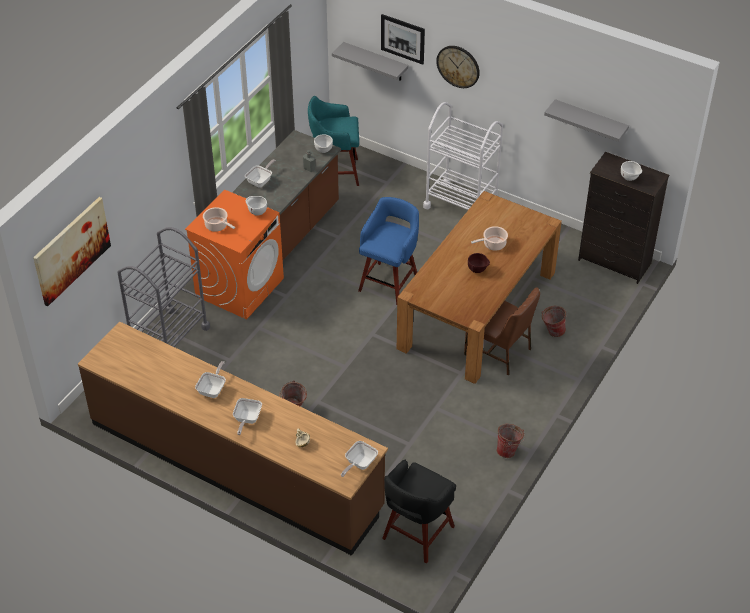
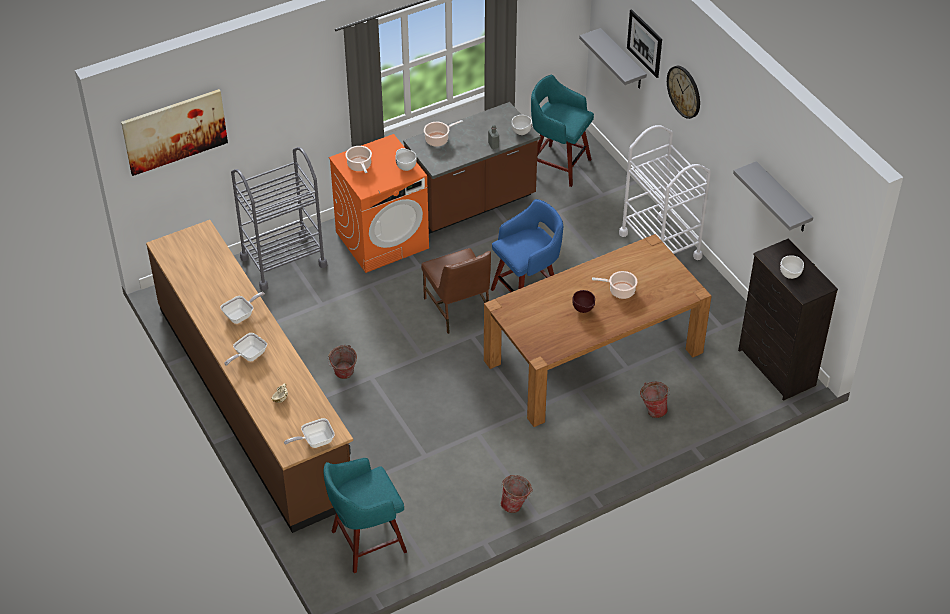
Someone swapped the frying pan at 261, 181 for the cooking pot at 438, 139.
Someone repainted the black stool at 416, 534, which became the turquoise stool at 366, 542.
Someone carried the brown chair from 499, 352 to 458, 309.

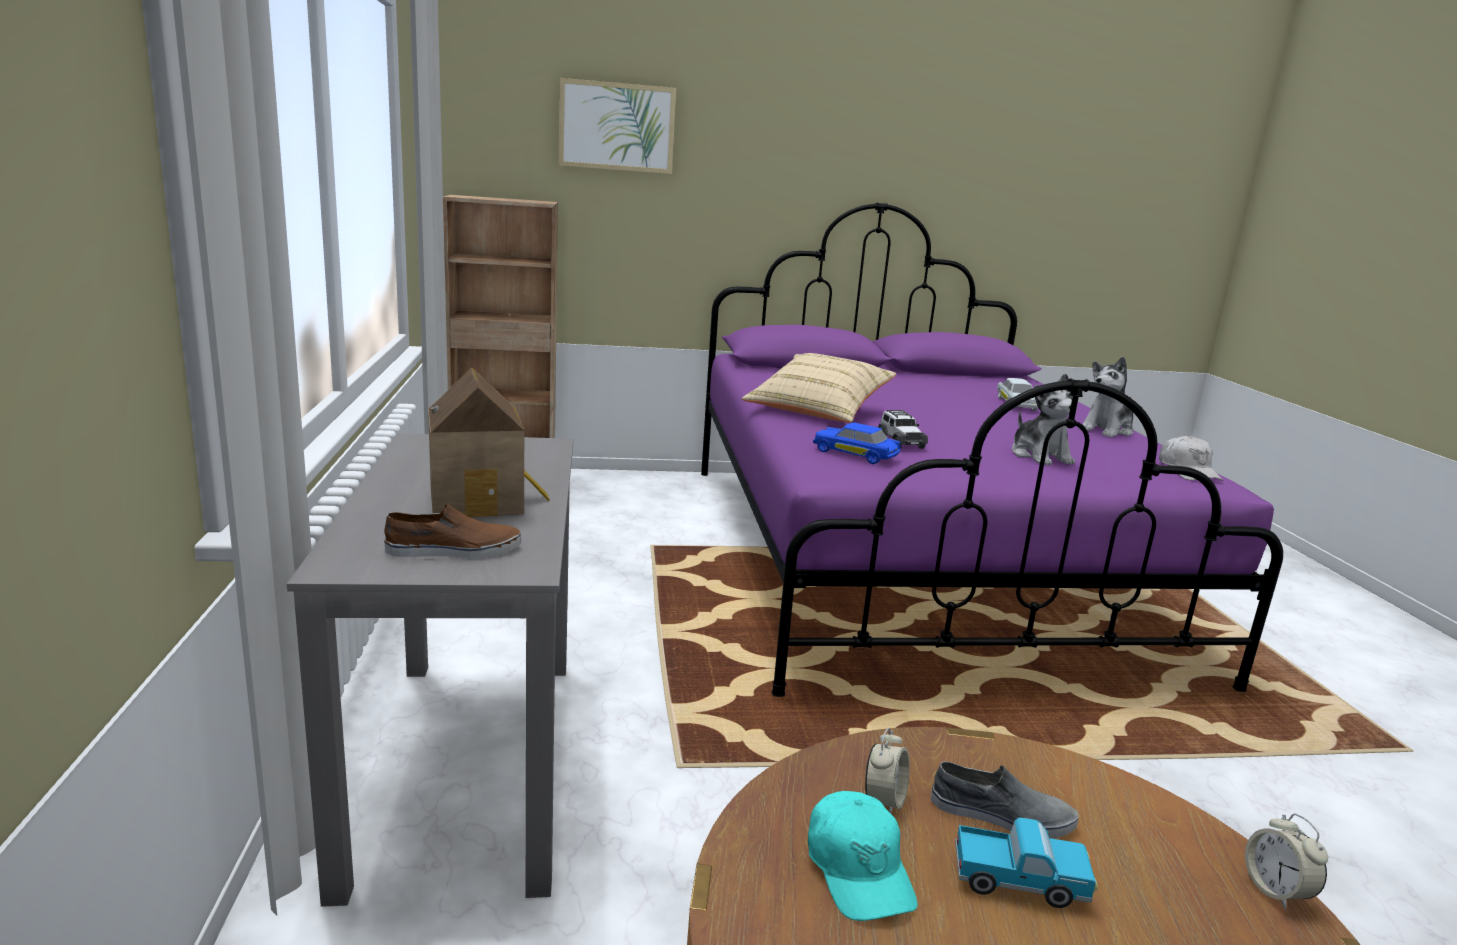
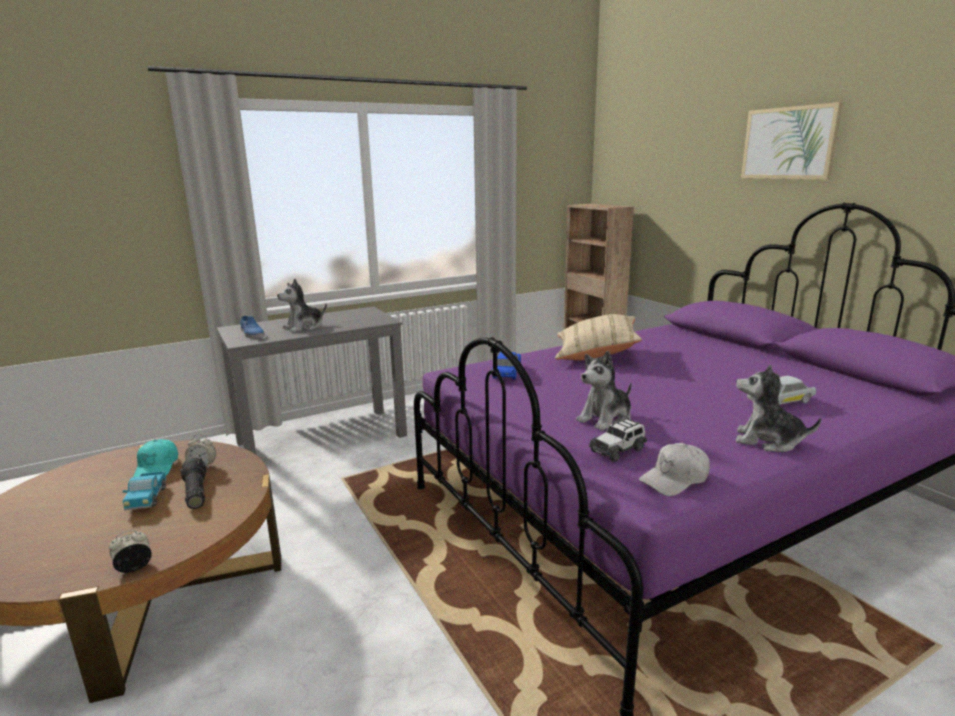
Someone repainted the brown shoe at 454, 550, which became the blue shoe at 252, 334.
Someone swapped the toy house at 482, 500 for the plush toy at 304, 327.
Someone carried the picture from 617, 127 to 789, 143.
Someone rotated the turquoise cap at 858, 869 by 60 degrees counterclockwise.
Someone carried the toy car from 900, 442 to 618, 450.
Someone swapped the grey shoe at 1001, 815 for the flashlight at 194, 492.

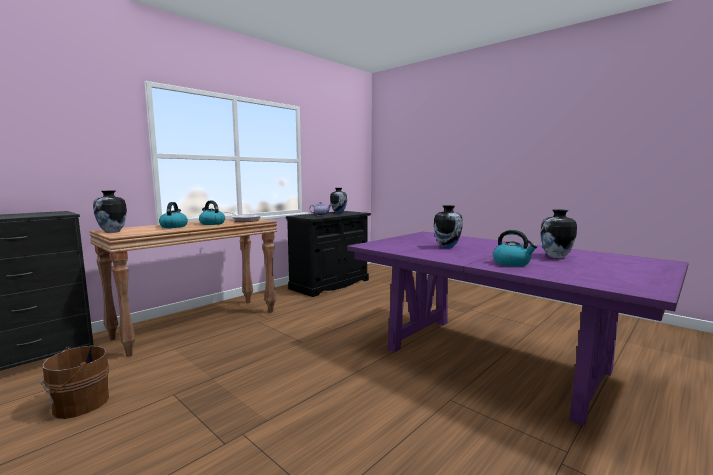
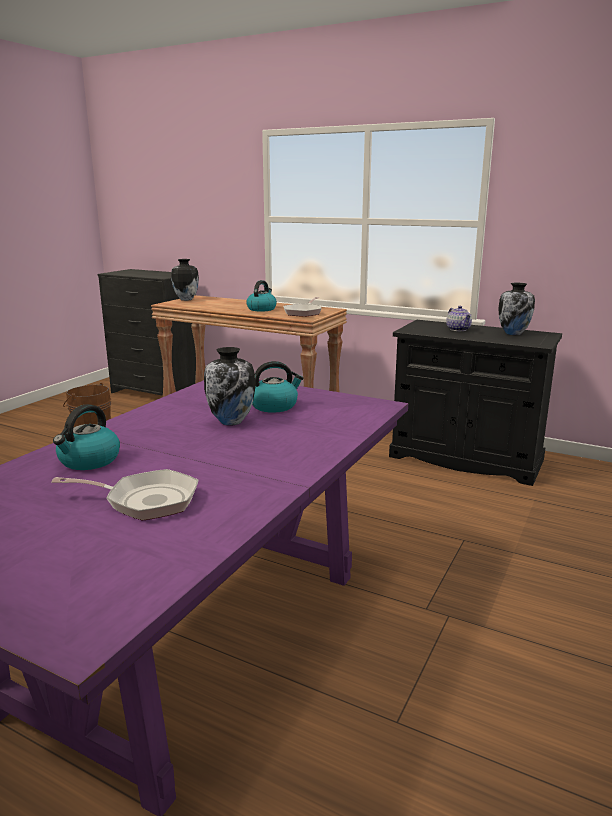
Someone carried the kettle from 174, 226 to 274, 406.
Someone swapped the vase at 555, 257 for the frying pan at 145, 501.

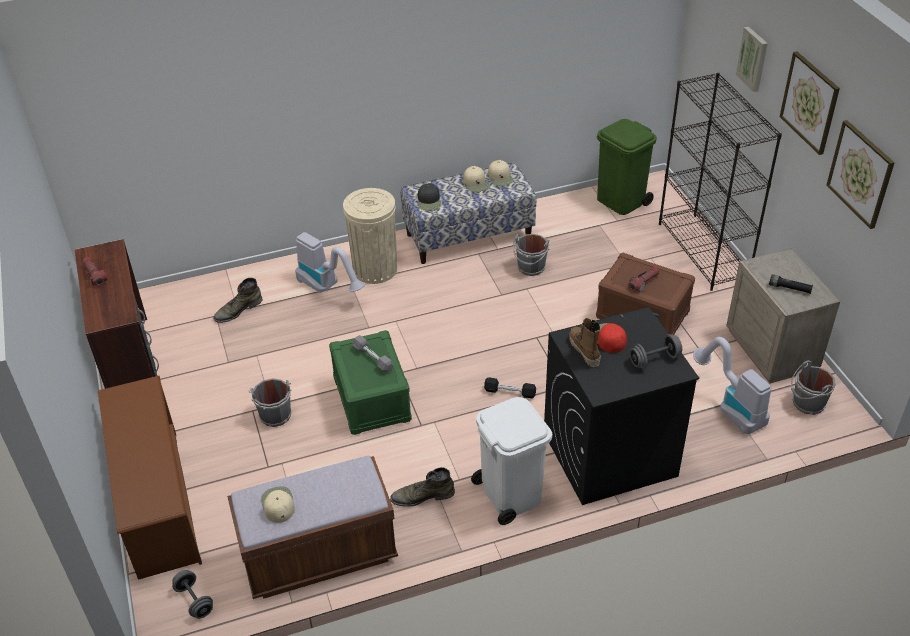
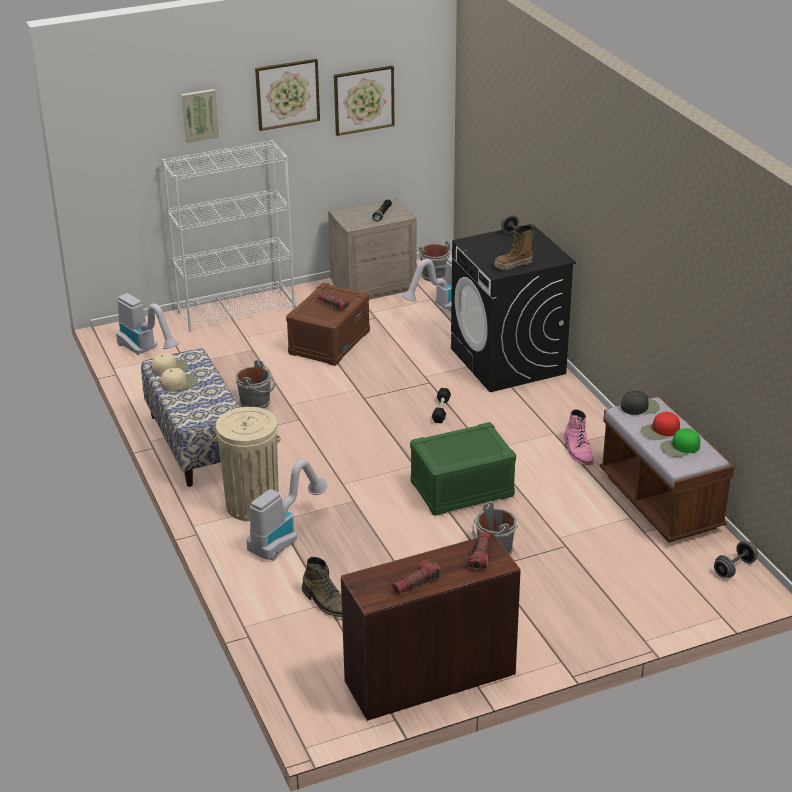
Someone took away the brown shoe rack at 157, 502.
Someone repainted the beige cap at 278, 504, which became the green cap at 680, 447.
Someone took away the grey dumbbell at 373, 358.
Someone repainted the green boot at 422, 496, which became the pink boot at 578, 451.
Someone carried the black cap from 429, 201 to 640, 407.
Someone took away the white trash can at 510, 494.
Someone swapped the green trash can at 621, 201 for the vacuum cleaner at 147, 351.
Someone carried the red cap from 608, 338 to 660, 431.
Someone repainted the black bookcase at 703, 251, which became the white bookcase at 237, 310.
Someone put down the flashlight at 480, 556.

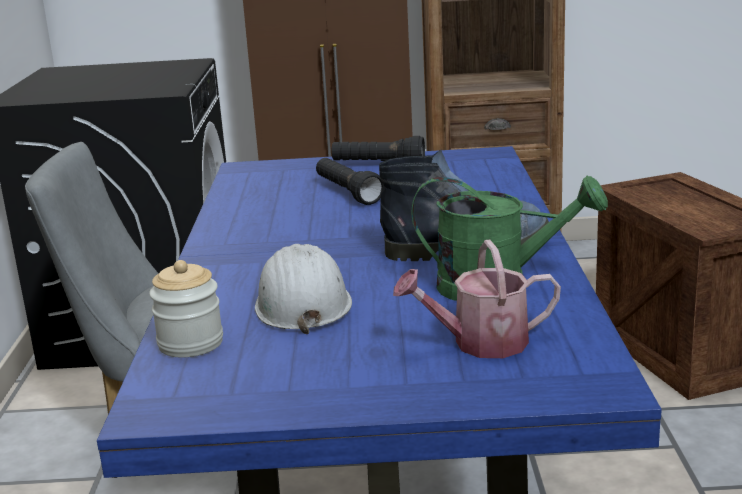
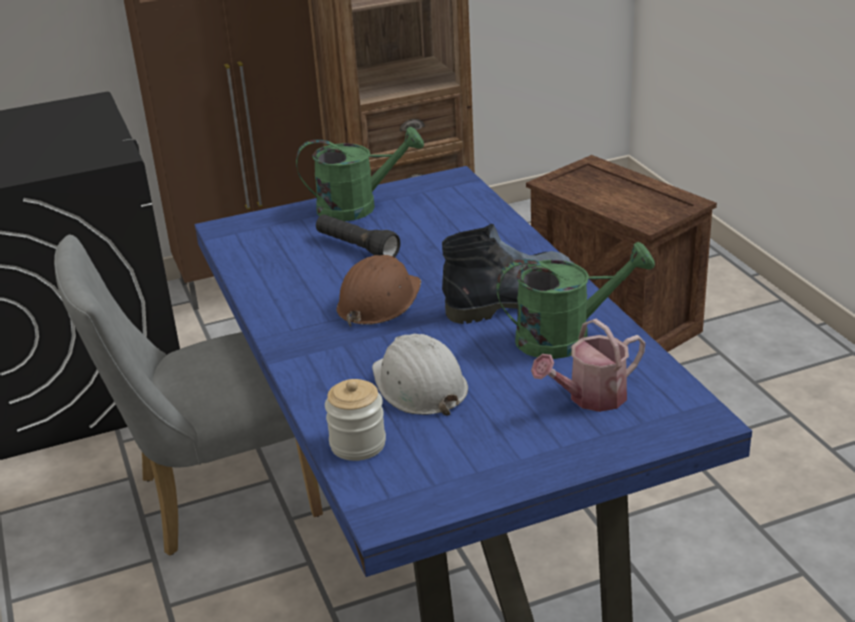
Someone swapped the black flashlight at 378, 165 for the green watering can at 358, 207.
Someone put down the brown hard hat at 378, 301.

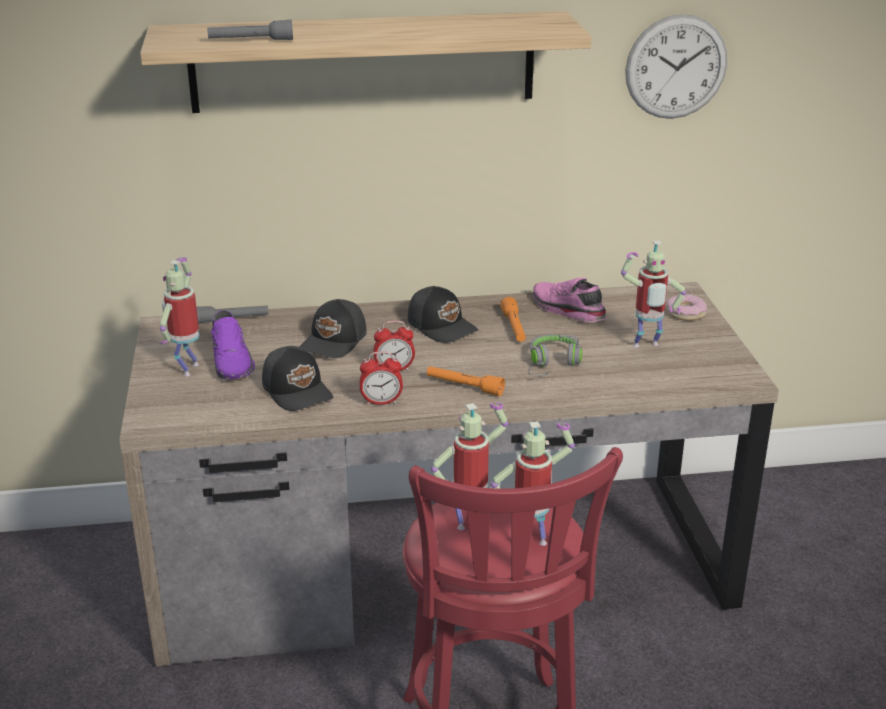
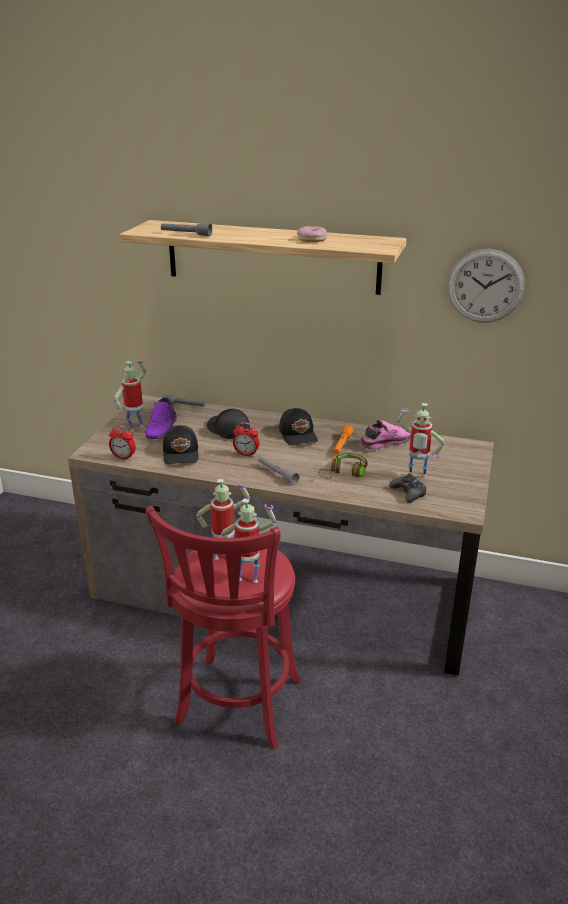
Someone rotated the black cap at 335, 341 by 90 degrees clockwise.
Someone carried the alarm clock from 381, 402 to 123, 457.
Someone repainted the orange flashlight at 464, 387, which became the grey flashlight at 277, 474.
Someone repainted the grey headphones at 552, 364, which became the brown headphones at 344, 473.
Someone rotated the pink shoe at 566, 311 by 75 degrees clockwise.
Someone carried the donut from 685, 313 to 312, 239.
Someone put down the black game controller at 408, 493.

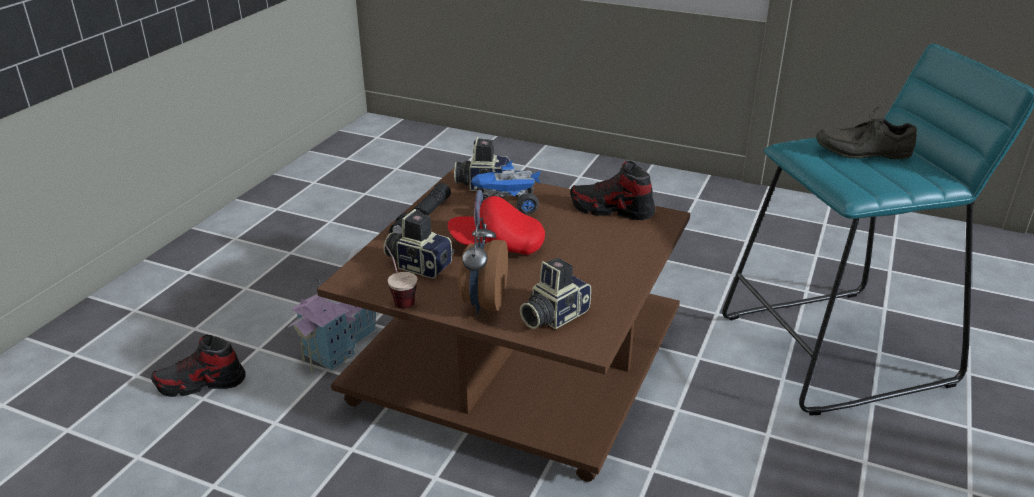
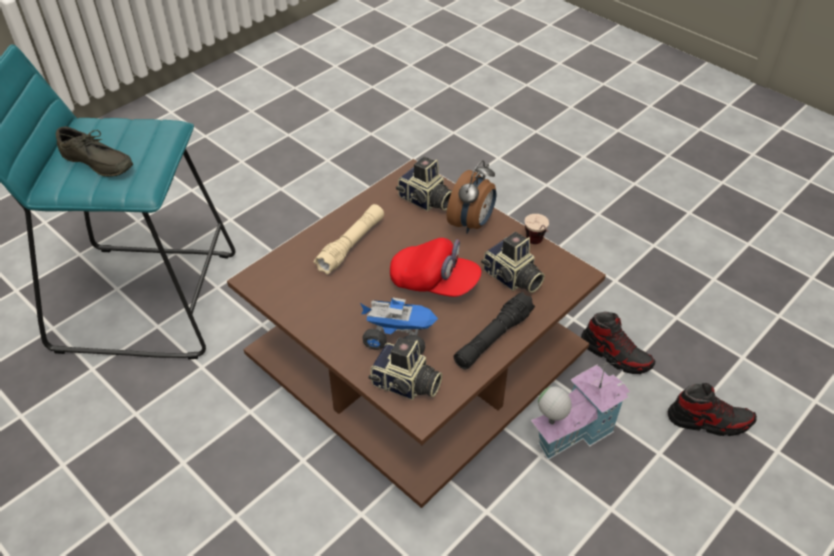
Someone rotated the photo camera at 552, 315 by 60 degrees clockwise.
Someone carried the shoe from 611, 210 to 615, 354.
Someone put down the beige flashlight at 351, 245.

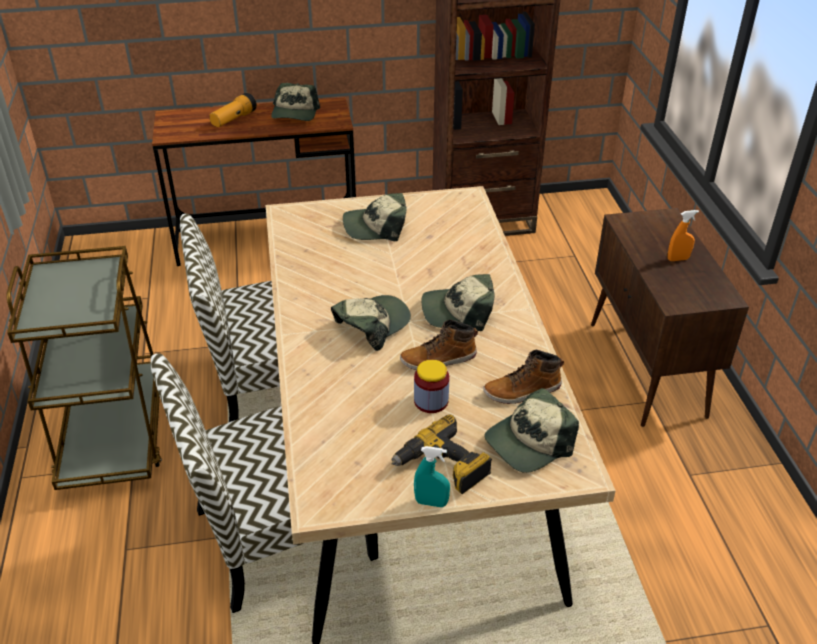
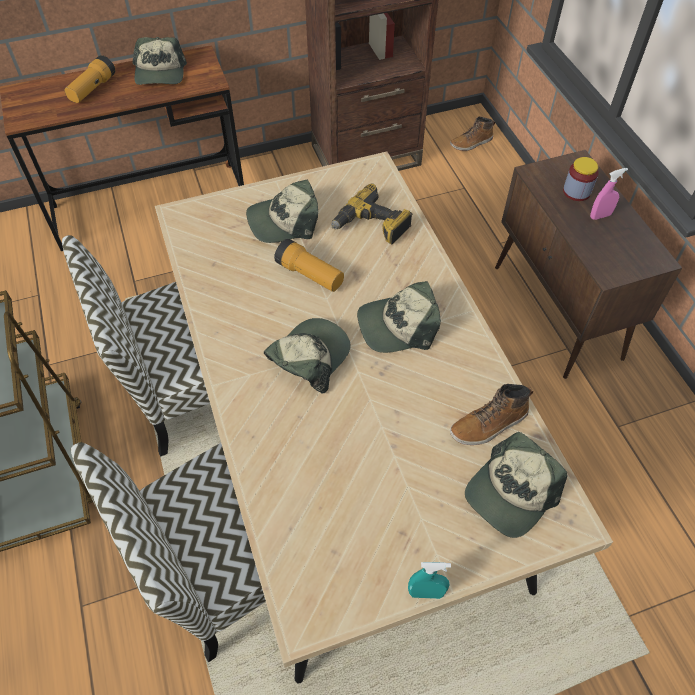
Someone carried the power drill from 442, 467 to 371, 226.
Someone carried the boot from 438, 360 to 471, 143.
Someone carried the jar from 431, 401 to 576, 192.
Someone repainted the orange spray bottle at 678, 259, which became the pink spray bottle at 600, 216.
Someone put down the flashlight at 310, 275.

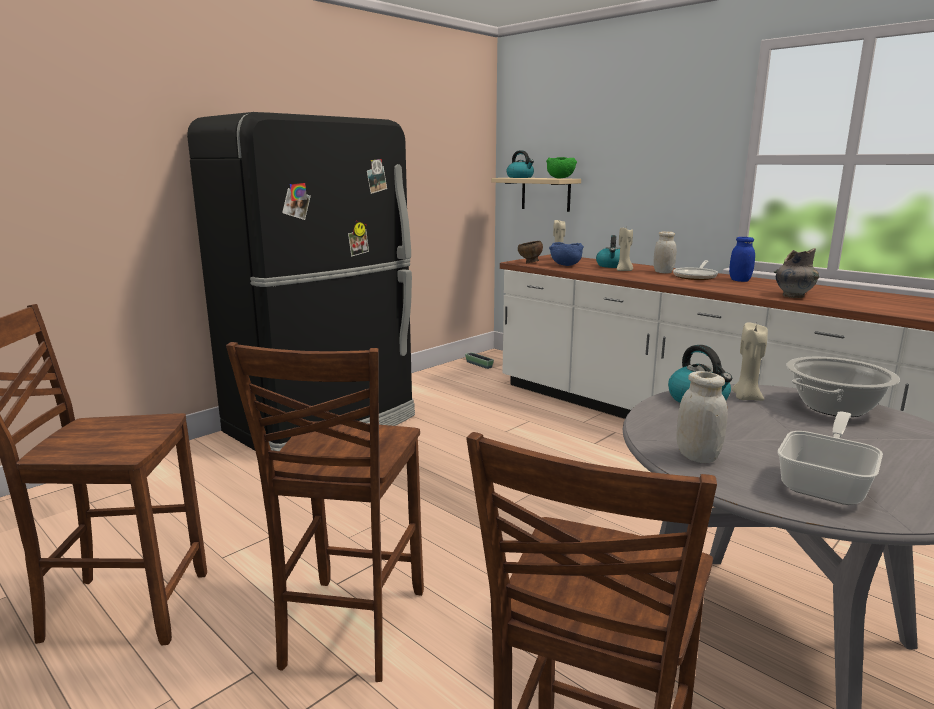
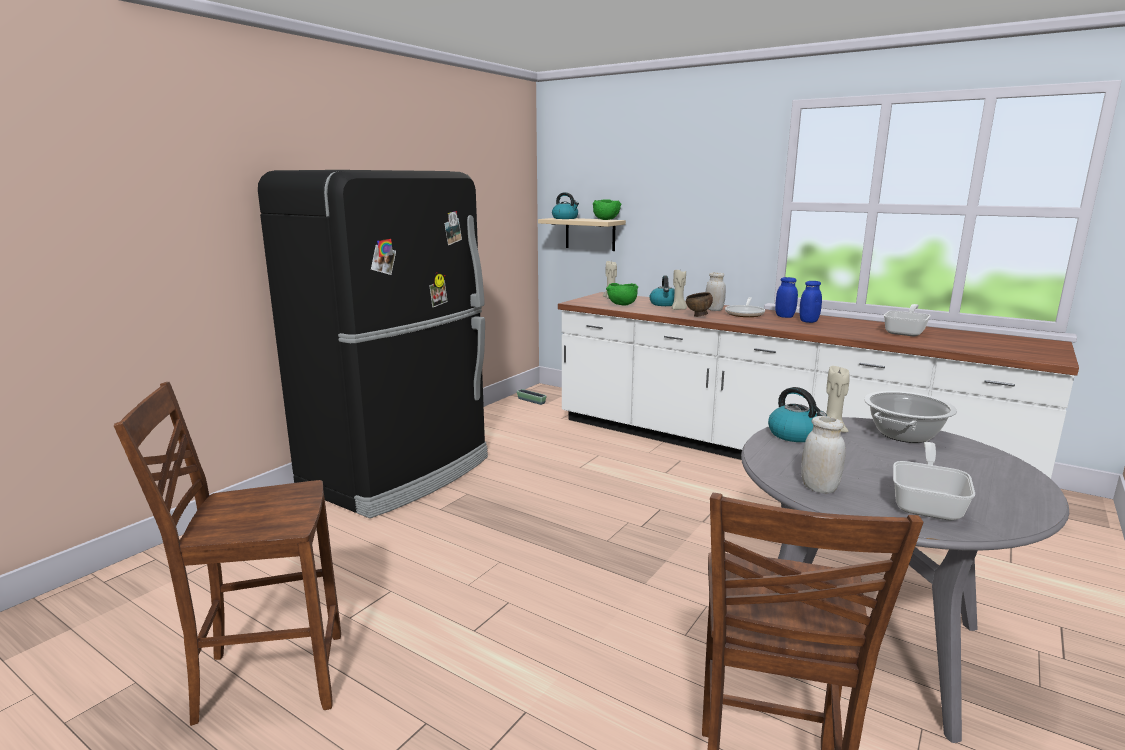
Someone took away the brown chair at 349, 629.
Someone carried the brown bowl from 530, 263 to 698, 316.
Someone repainted the blue bowl at 565, 265, which became the green bowl at 621, 305.
Someone took away the grey vase at 792, 296.
Someone put down the blue jar at 808, 321.
Someone put down the frying pan at 906, 332.

